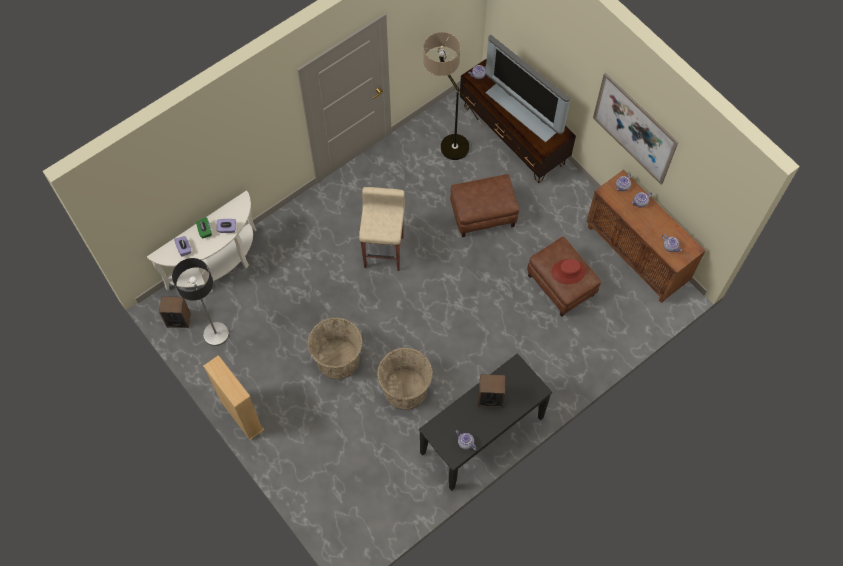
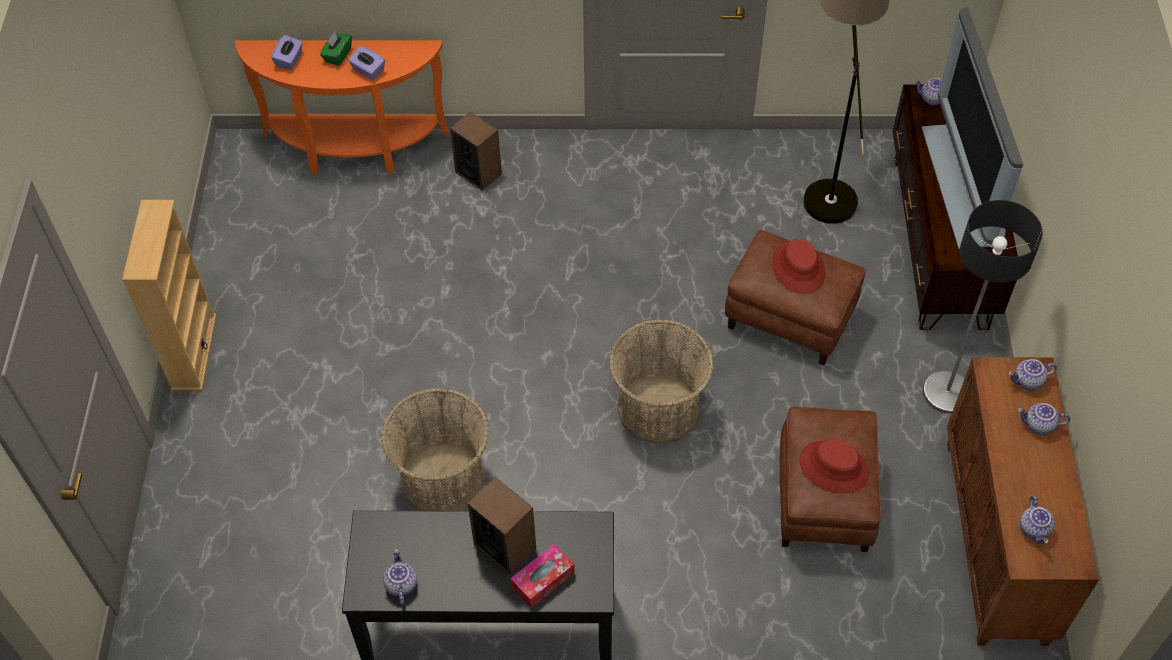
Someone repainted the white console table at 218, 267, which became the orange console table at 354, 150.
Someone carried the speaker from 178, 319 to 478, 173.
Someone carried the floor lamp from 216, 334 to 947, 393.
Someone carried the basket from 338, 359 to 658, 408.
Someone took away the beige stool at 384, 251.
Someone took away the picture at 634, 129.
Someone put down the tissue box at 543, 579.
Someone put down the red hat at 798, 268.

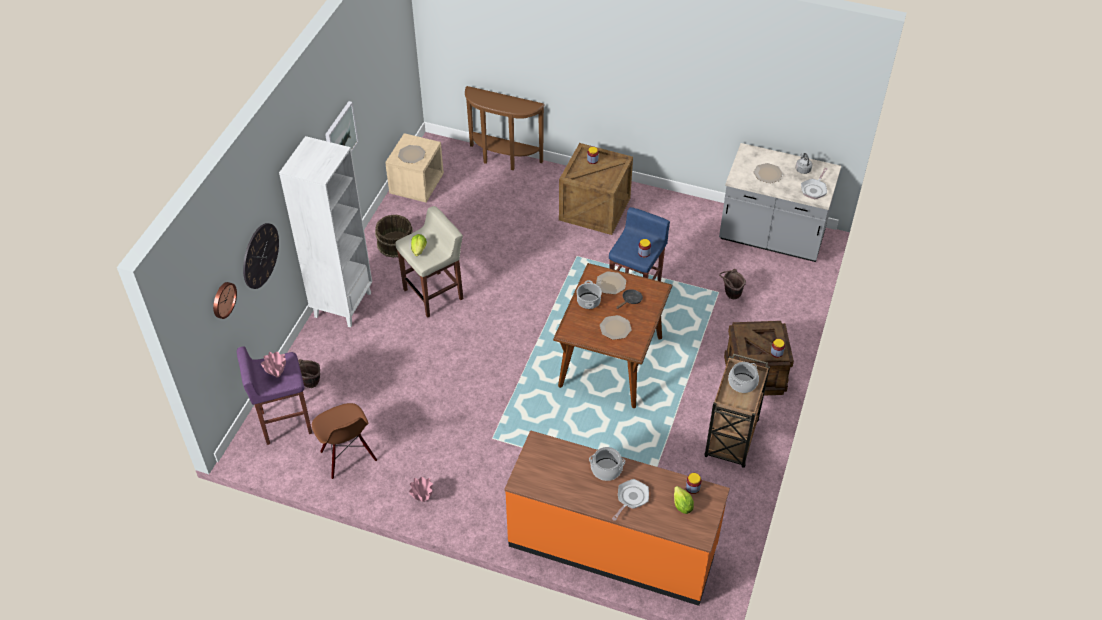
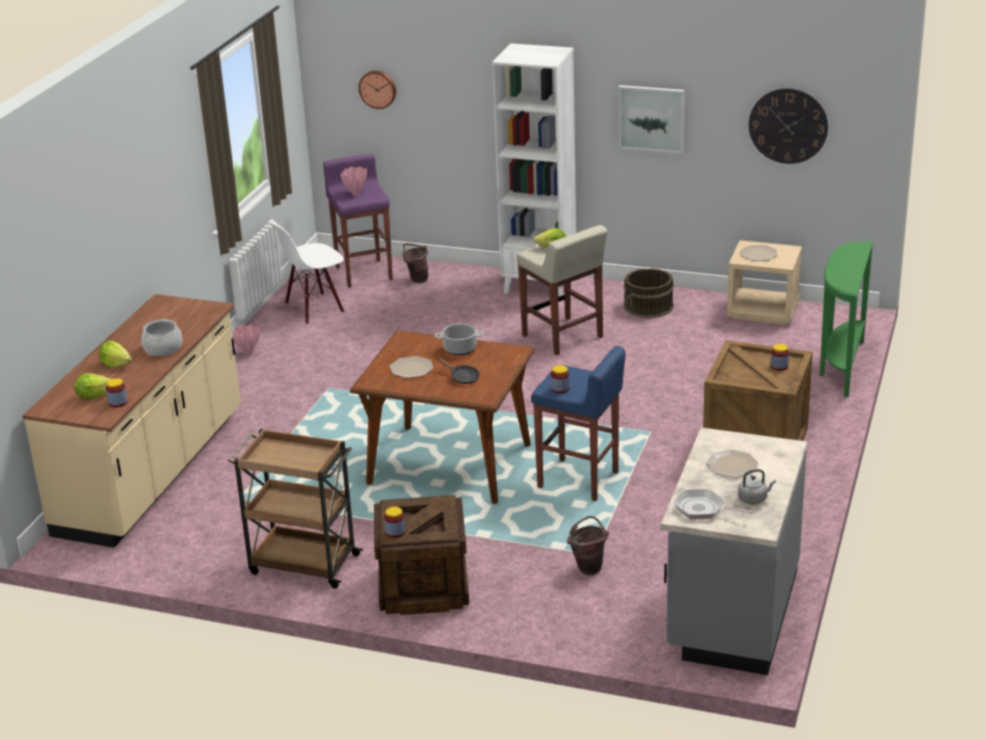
Someone carried the wall clock from 260, 255 to 788, 125.
Someone repainted the brown chair at 347, 456, which became the white chair at 314, 308.
Someone repainted the brown console table at 503, 159, which became the green console table at 840, 366.
Someone repainted the orange counter at 612, 546, which became the beige counter at 153, 473.
Someone took away the plate at 611, 283.
Someone swapped the frying pan at 631, 498 for the lettuce at 116, 364.
Someone took away the cooking pot at 742, 383.

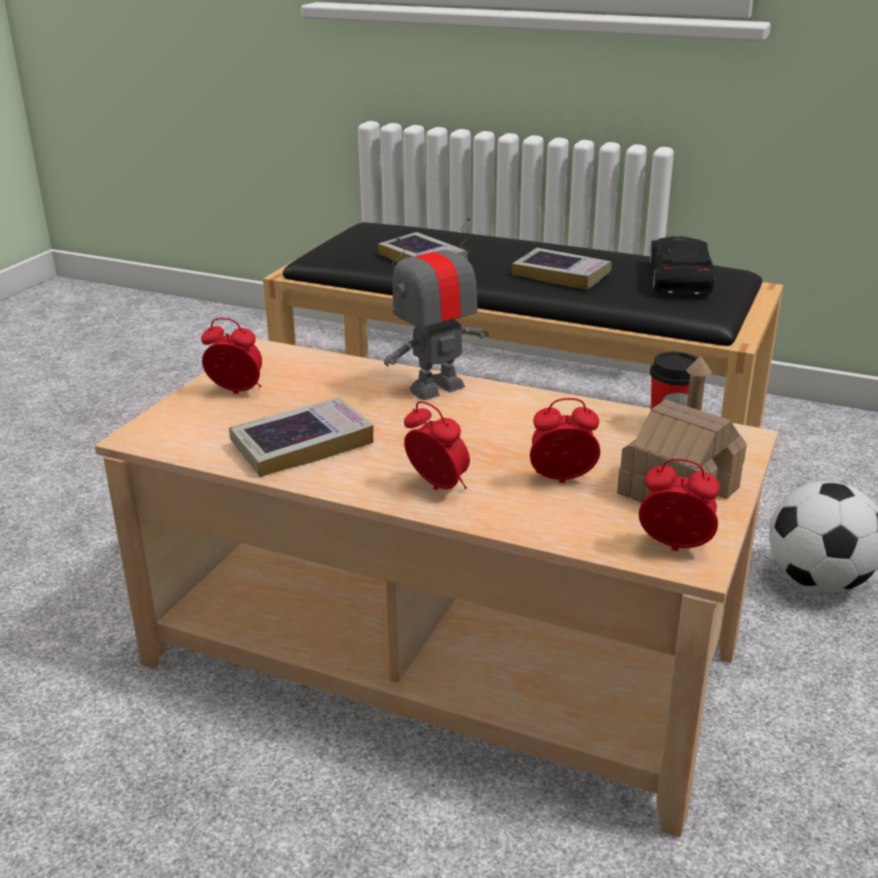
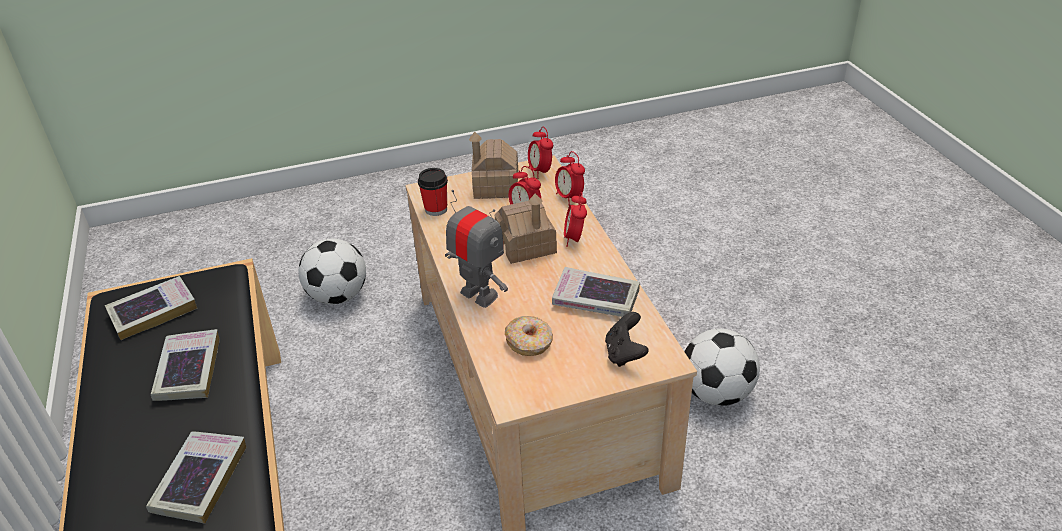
Someone carried the alarm clock from 236, 392 to 569, 198.
Someone rotated the toy robot at 436, 388 by 150 degrees counterclockwise.
Someone swapped the black toy car at 679, 278 for the book at 153, 312.
Someone put down the toy house at 526, 245.
Someone put down the donut at 529, 342.
Someone put down the black game controller at 624, 354.
Someone put down the football at 716, 393.

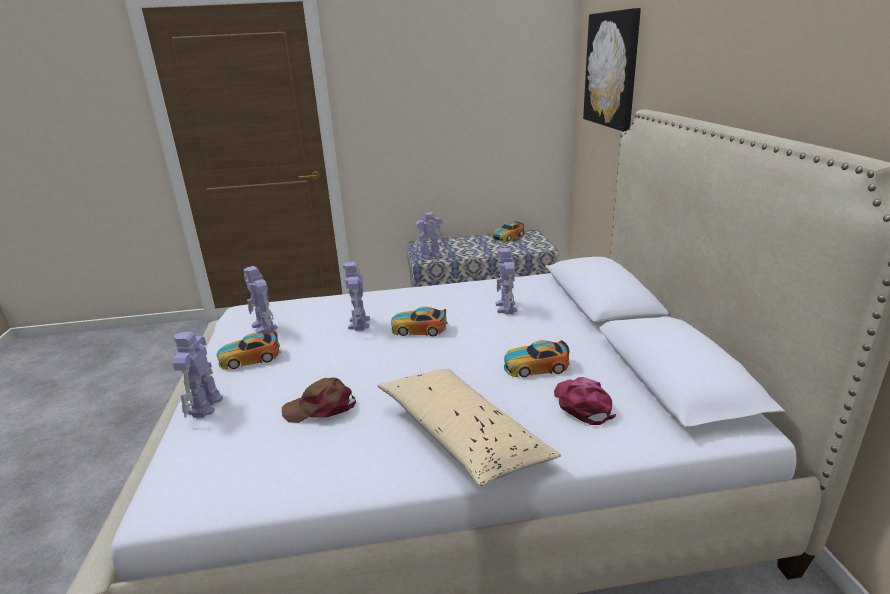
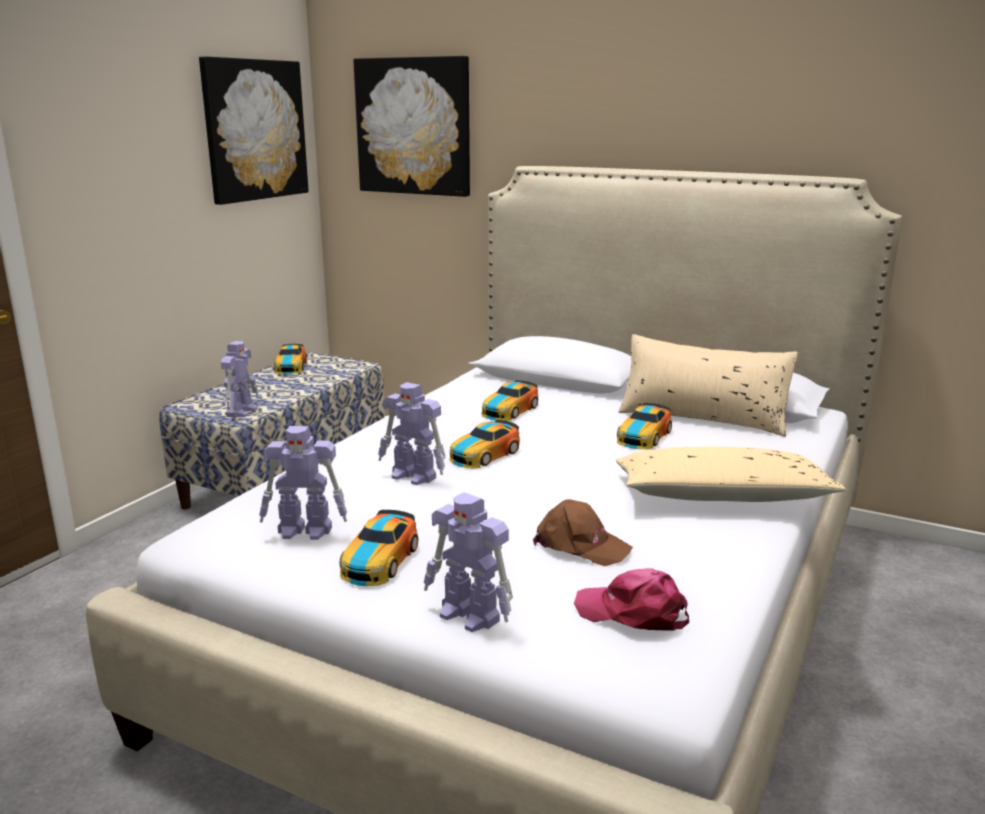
Someone rotated the brown cap at 320, 408 by 90 degrees counterclockwise.
Someone swapped the toy robot at 506, 308 for the toy car at 509, 410.
Someone carried the pink cap from 582, 404 to 633, 612.
Someone put up the picture at 254, 130.
Someone put down the beige pillow at 702, 417.

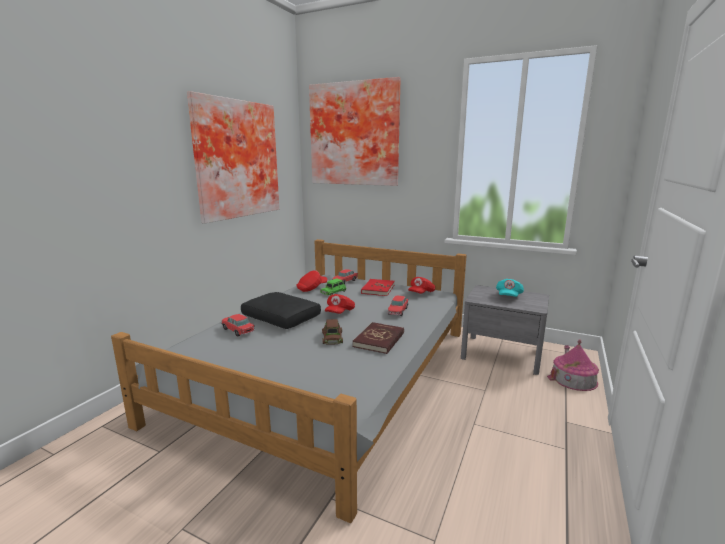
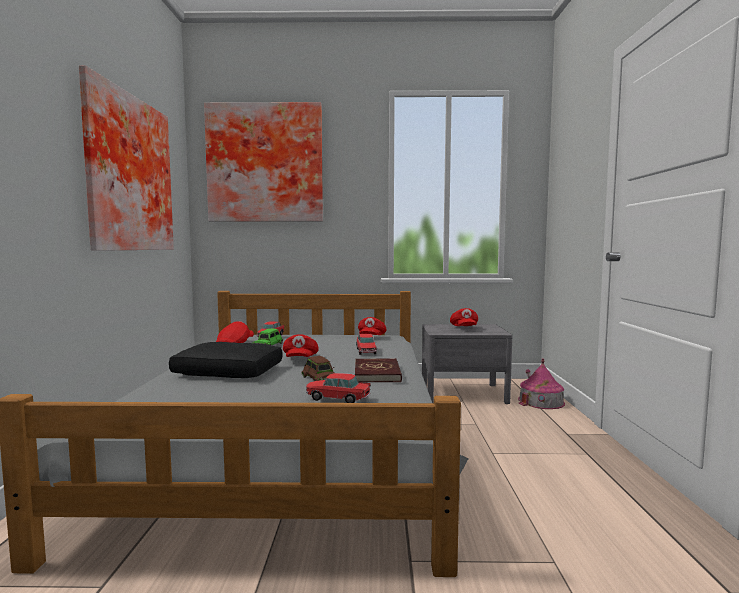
Someone carried the toy car from 238, 330 to 337, 398.
Someone took away the red book at 378, 289.
Someone repainted the turquoise cap at 508, 296, which became the red cap at 464, 328.

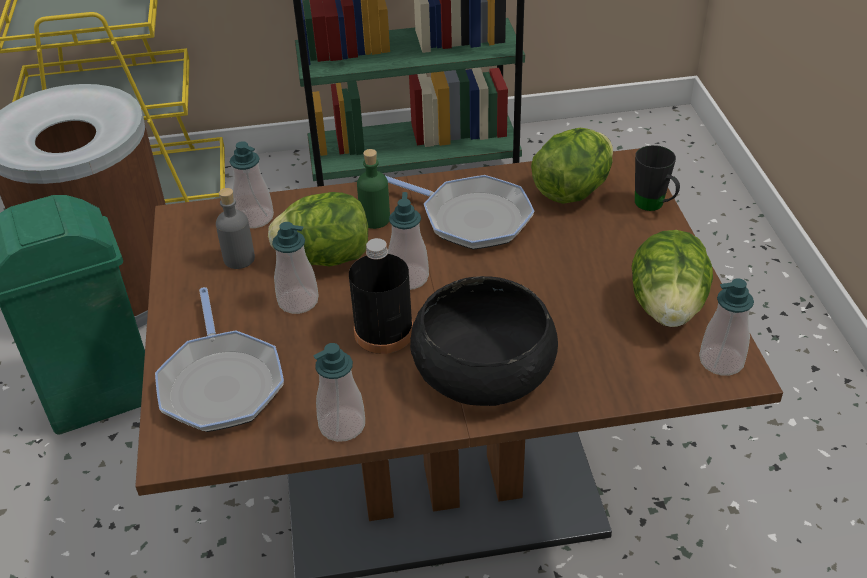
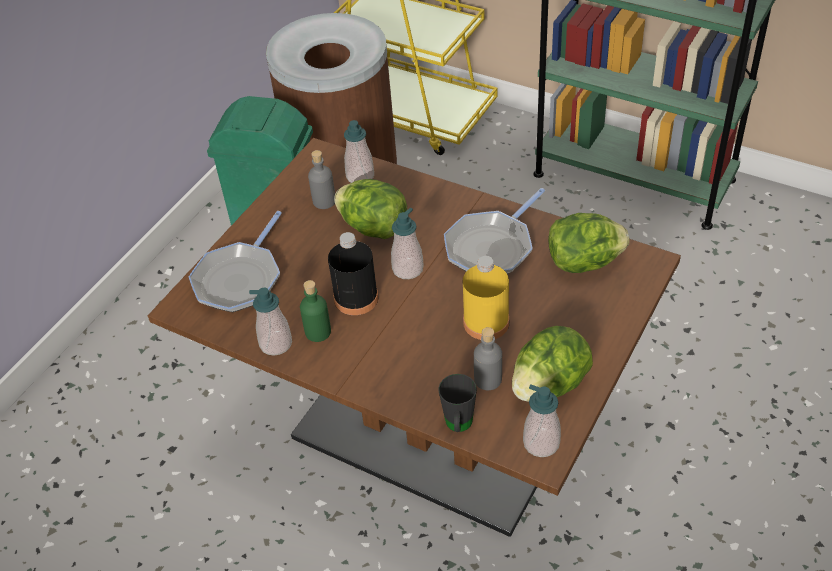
Someone took away the soap dispenser at 298, 301.
Someone carried the green bottle from 375, 219 to 318, 332.
Someone rotated the frying pan at 471, 218 by 60 degrees clockwise.
Someone took away the black bowl at 484, 368.
Someone carried the black mug from 654, 206 to 458, 427.
Someone put down the yellow bottle at 486, 322.
Someone put down the grey bottle at 488, 379.

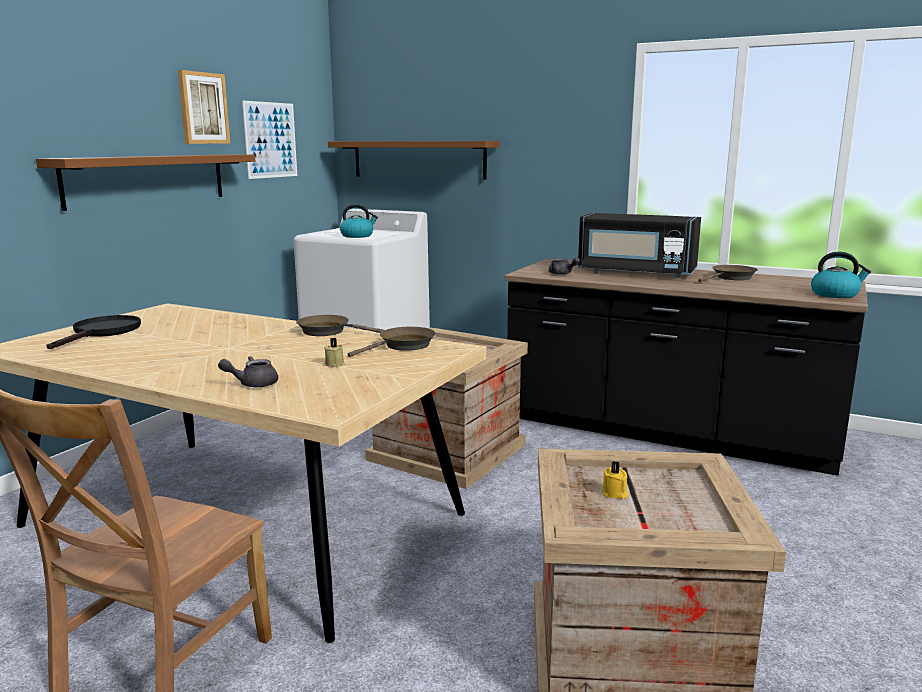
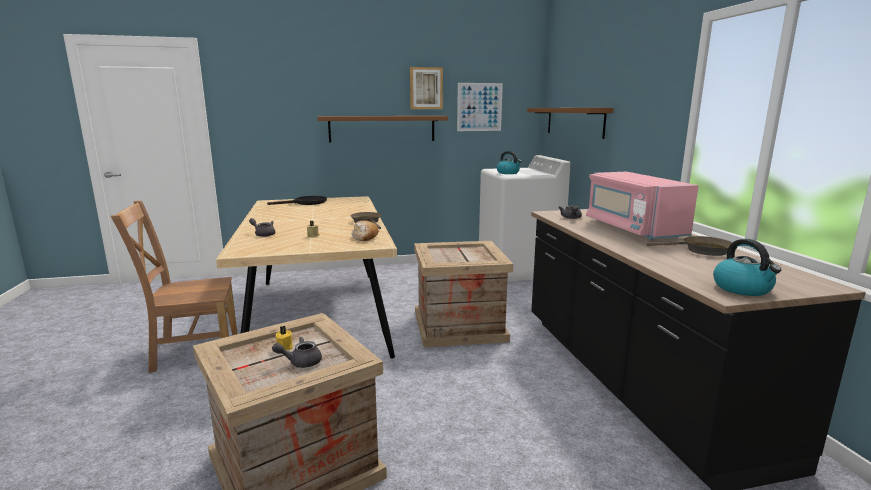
Someone swapped the brown frying pan at 403, 346 for the bread at 365, 237.
Someone repainted the black microwave at 635, 272, which became the pink microwave at 632, 229.
Someone put down the grey teapot at 301, 362.

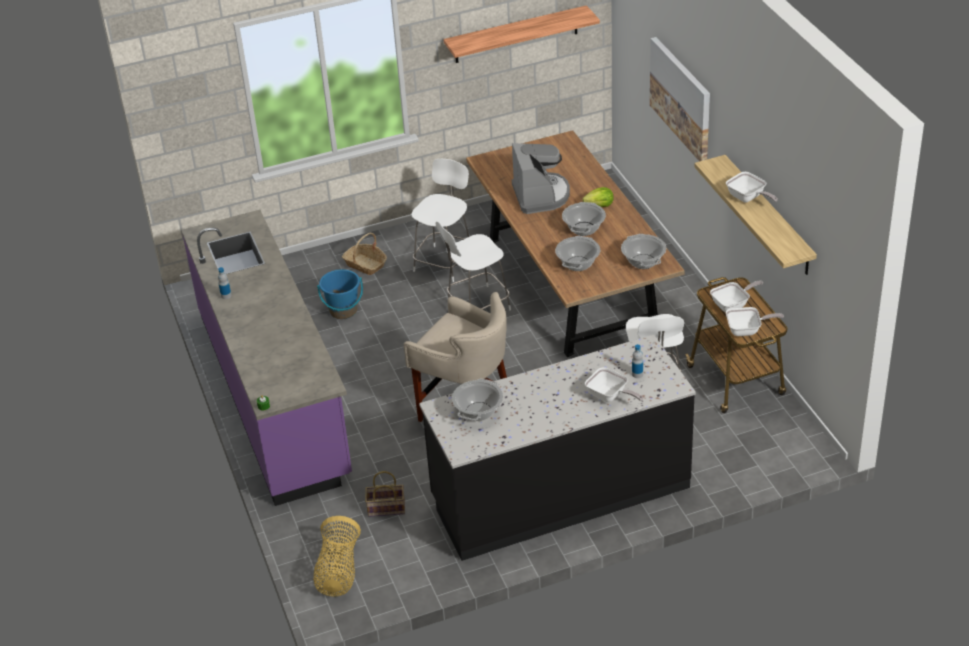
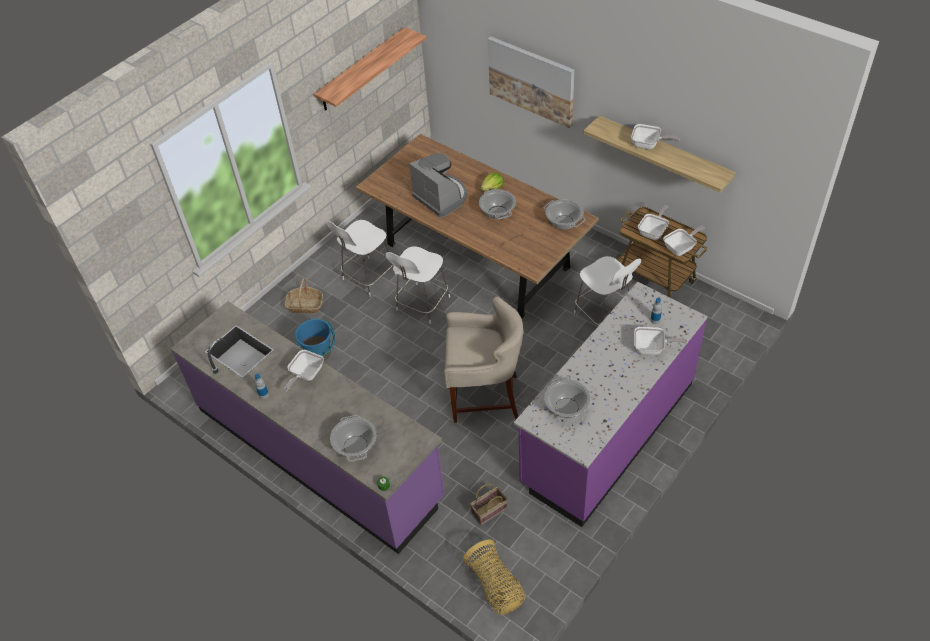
Someone rotated the white chair at 445, 262 by 135 degrees counterclockwise.
Someone repainted the black counter at 560, 493, which became the purple counter at 607, 433.
Someone carried the cooking pot from 578, 264 to 355, 446.
Someone put down the frying pan at 305, 375.

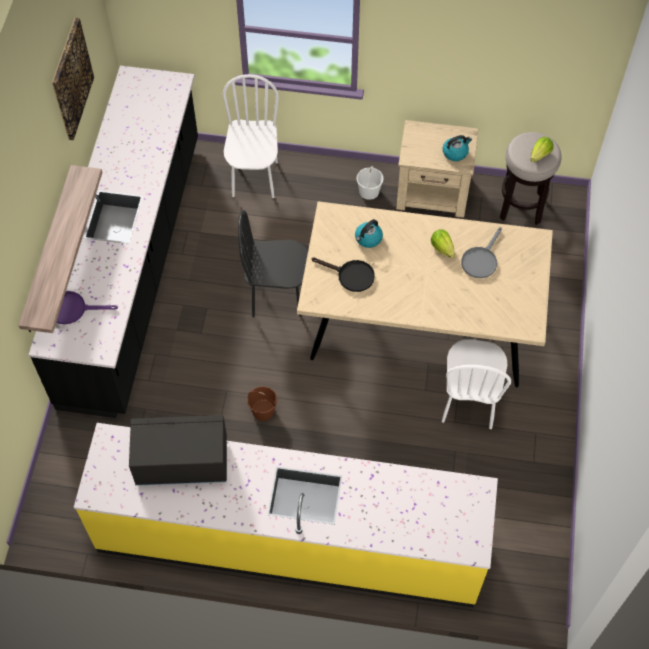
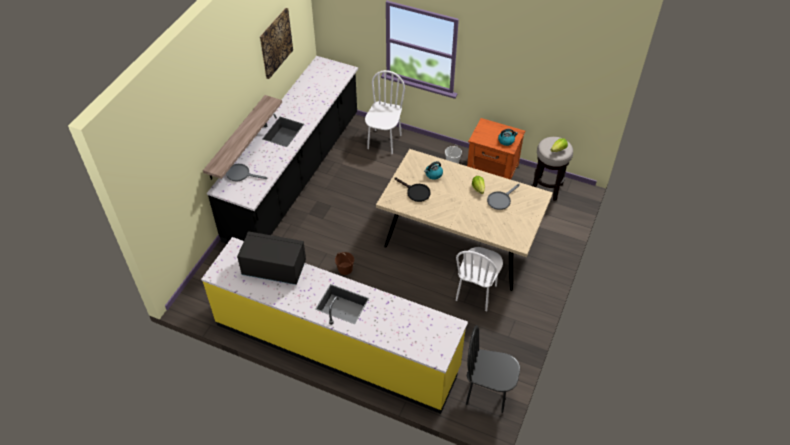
Someone repainted the purple frying pan at 73, 309, which became the grey frying pan at 241, 174.
Someone carried the black chair from 277, 297 to 487, 393.
Someone repainted the beige nightstand at 433, 193, which became the orange nightstand at 493, 170.

